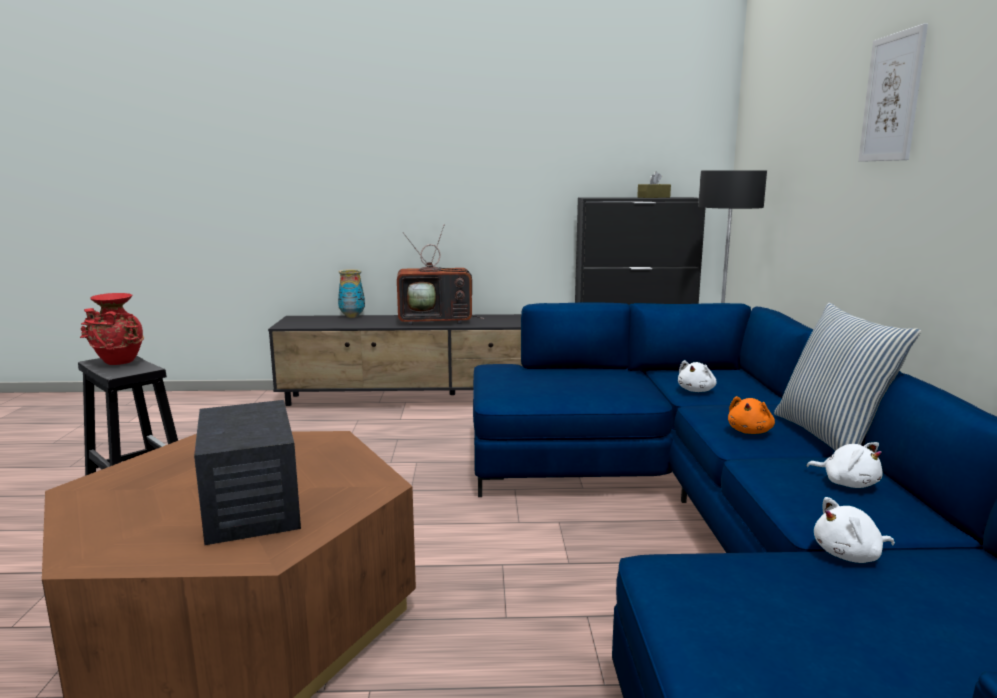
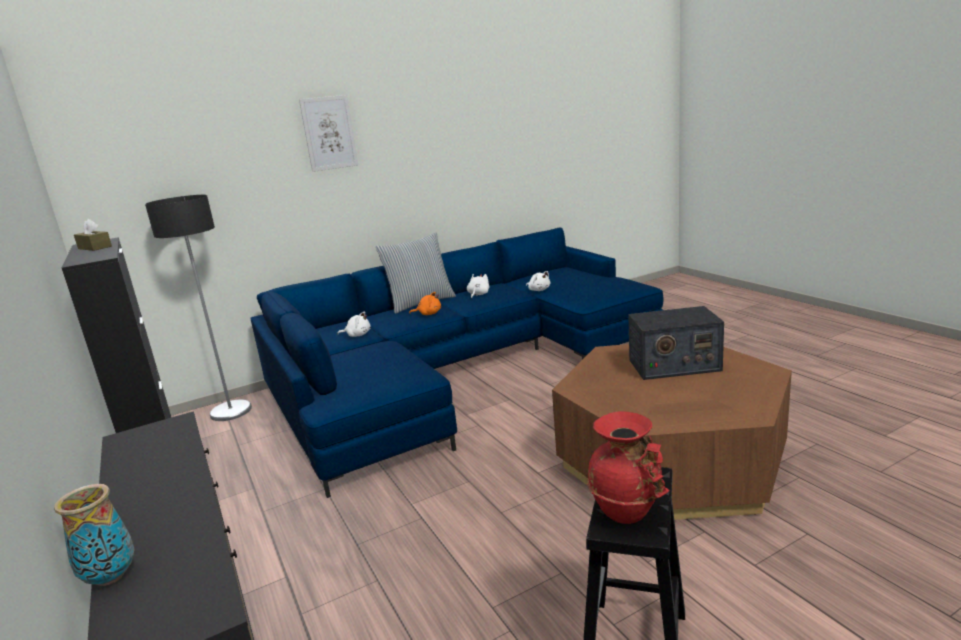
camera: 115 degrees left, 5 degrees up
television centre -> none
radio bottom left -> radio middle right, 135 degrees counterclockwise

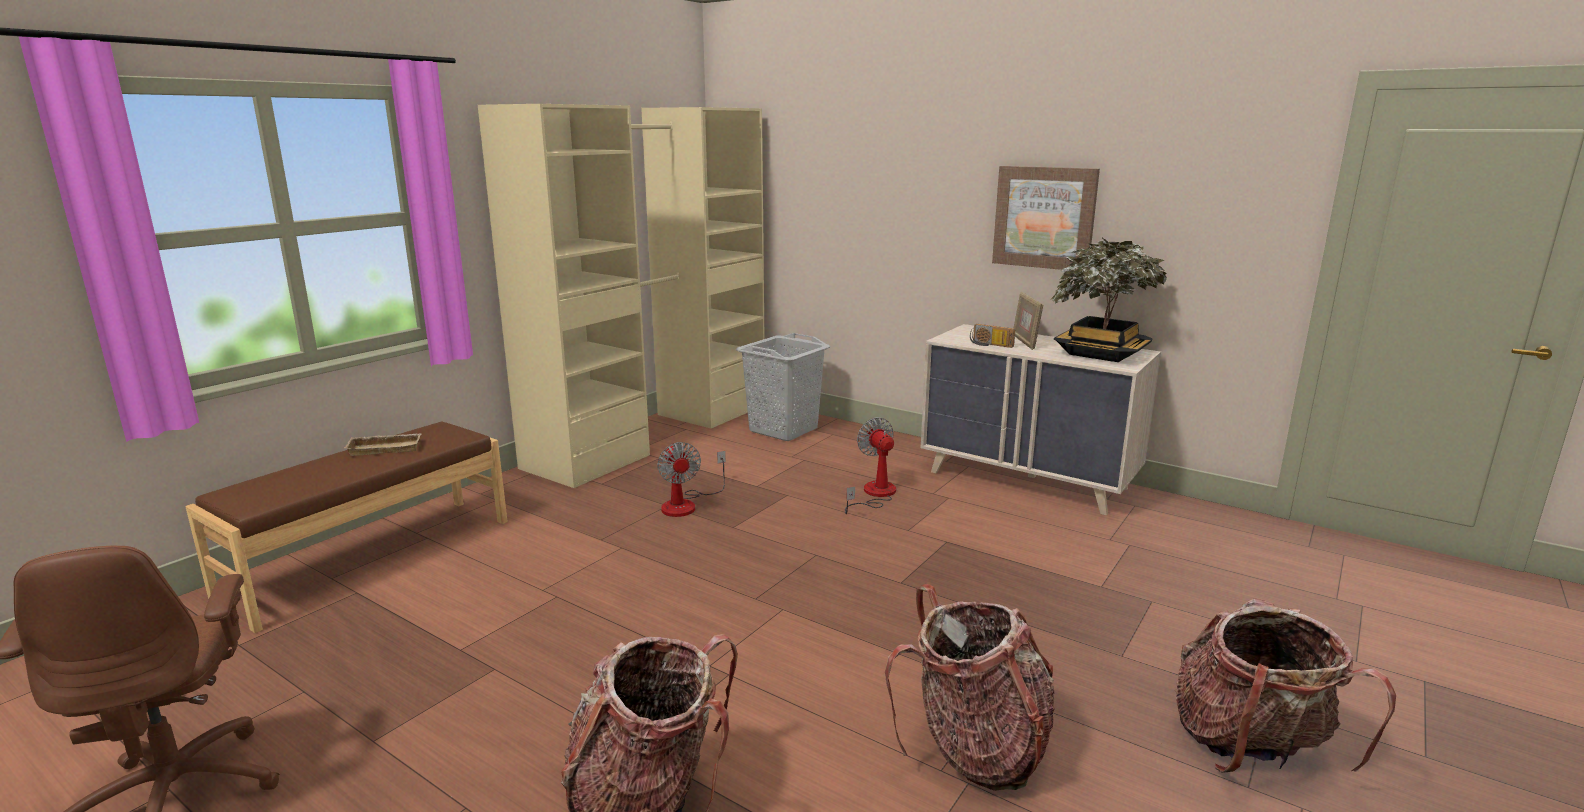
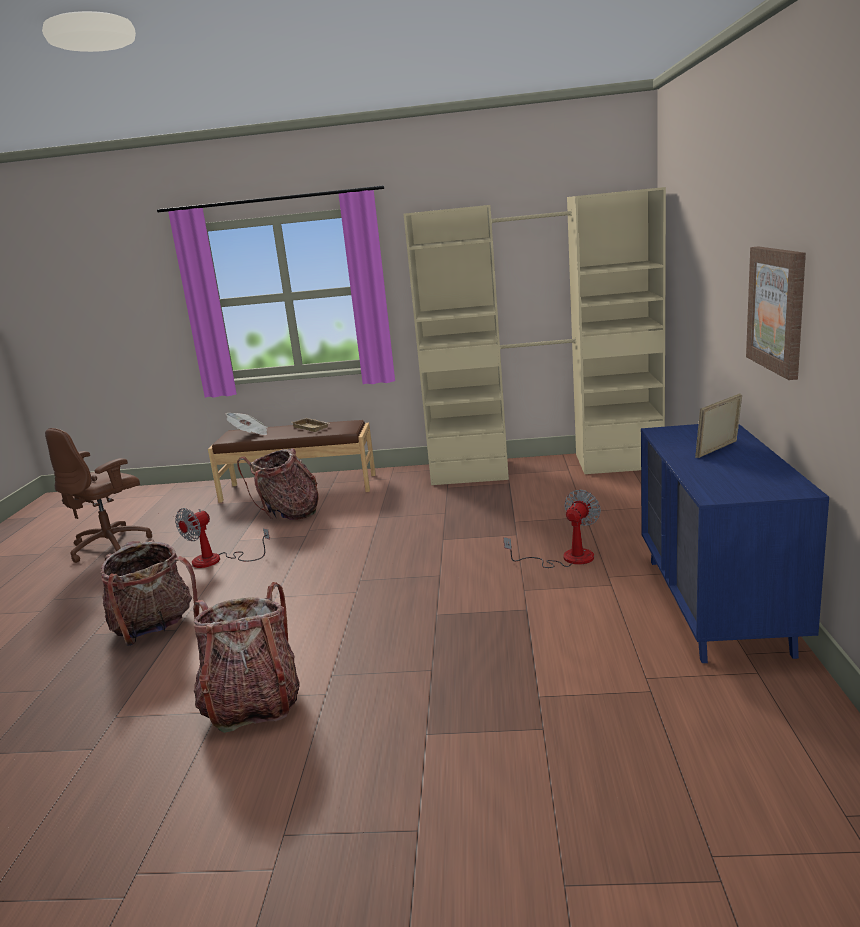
camera: 60 degrees right, 0 degrees up
potted plant middle right -> none
beige dresser centre -> blue dresser middle right
radio centre -> none
grey laundry basket centre -> none
fan (1st from left) centre -> fan (1st from left) middle left, move
backpack (3rd from left) bottom right -> backpack (3rd from left) middle left, move
none -> newspaper middle left

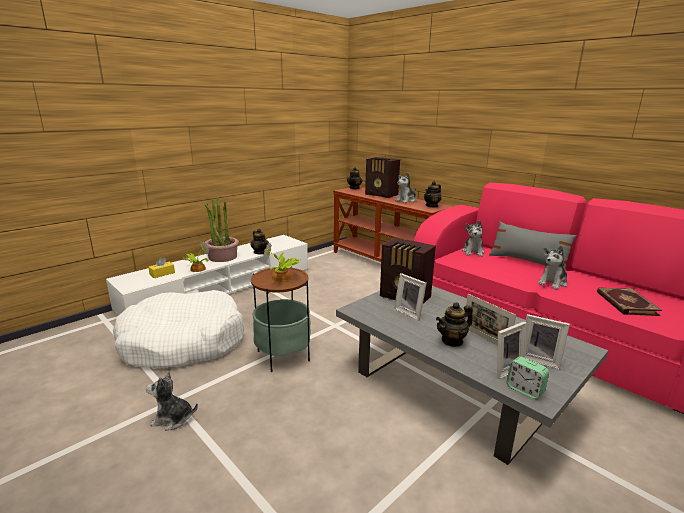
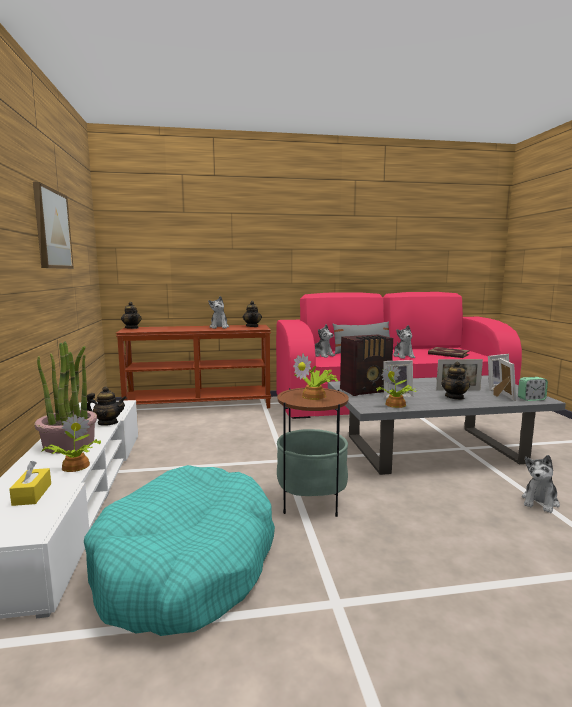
camera: 55 degrees left, 10 degrees down
radio (1st from left) centre -> none
white dog bed middle left -> turquoise dog bed bottom left
plush toy (1st from left in the first image) bottom left -> plush toy (4th from left) bottom right, move
none -> picture top left
none -> potted plant (4th from left) middle right

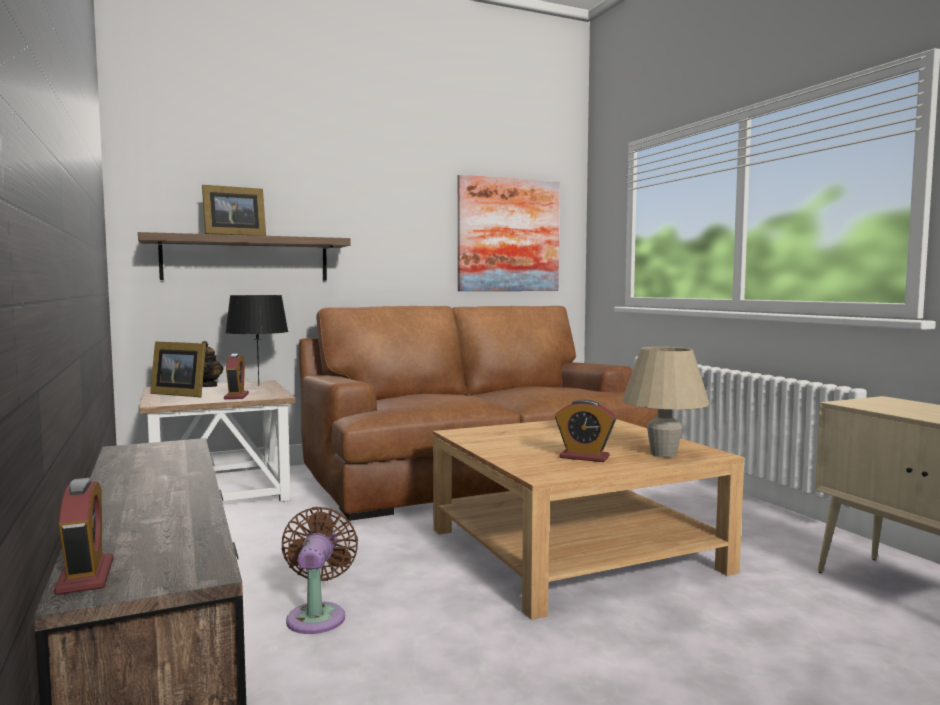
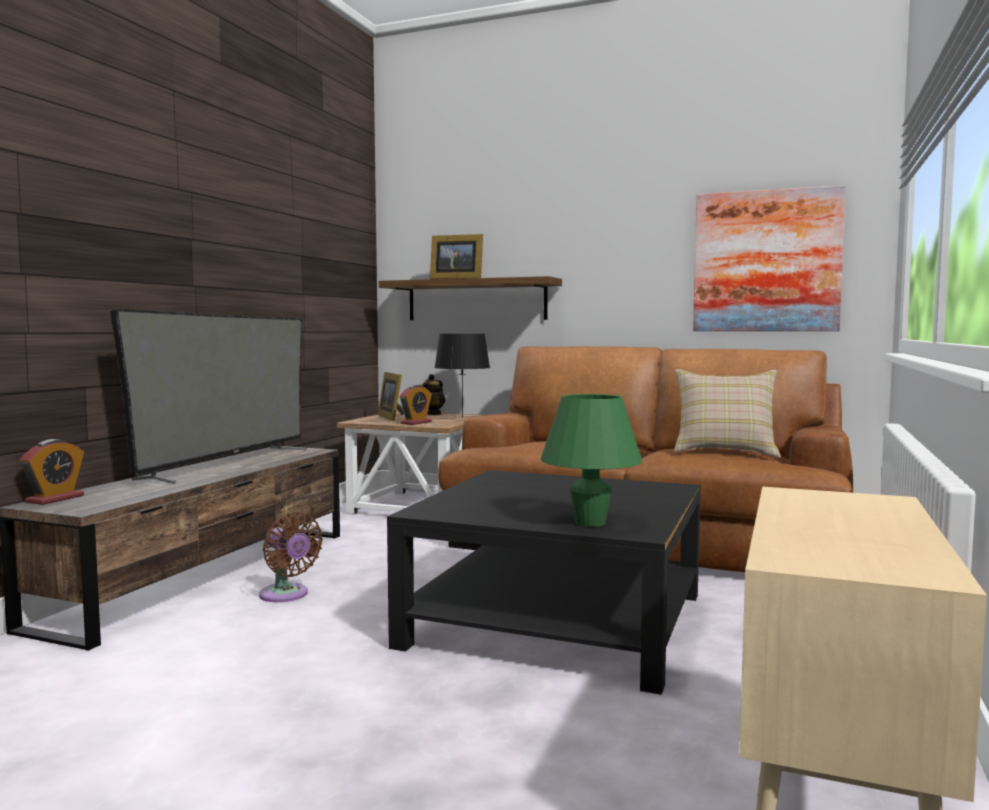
camera: 45 degrees right, 0 degrees up
beige table lamp middle right -> green table lamp centre
alarm clock (3rd from left) centre -> none
beige coffee table bottom centre -> black coffee table bottom centre
brown fan bottom centre -> brown fan bottom left, 90 degrees clockwise
none -> television middle left
none -> beige pillow middle right

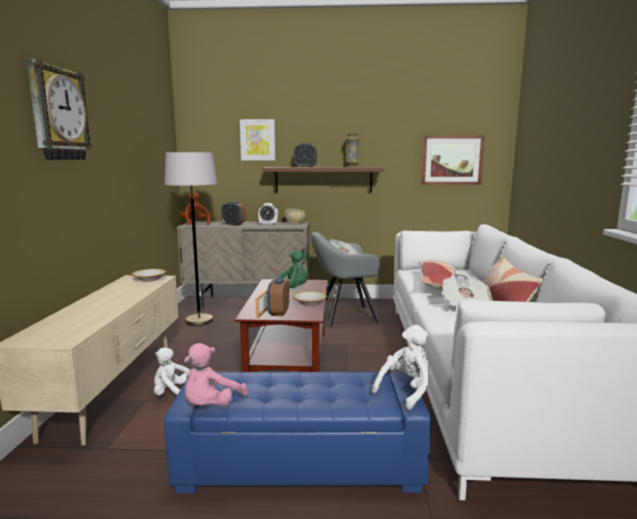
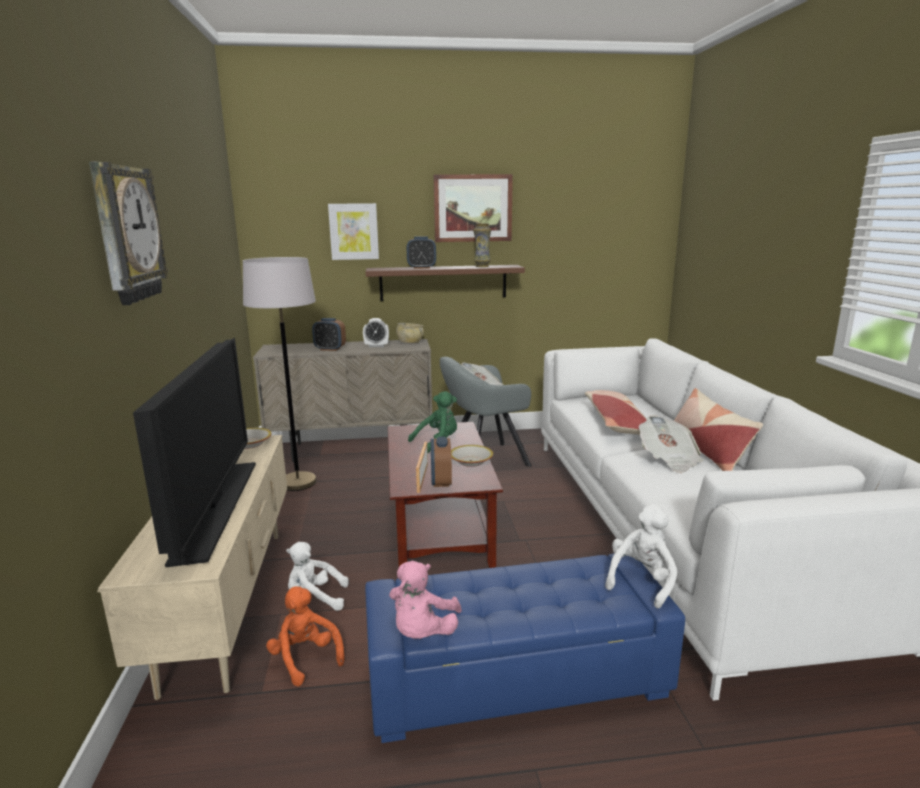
camera: 10 degrees left, 5 degrees up
picture (2nd from left) top right -> picture (2nd from left) top centre, move
orange plush toy middle left -> orange plush toy bottom left, move
none -> television middle left

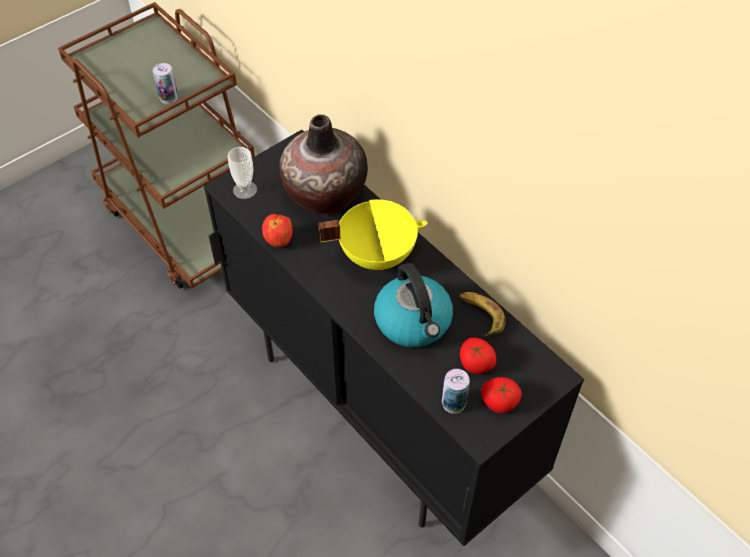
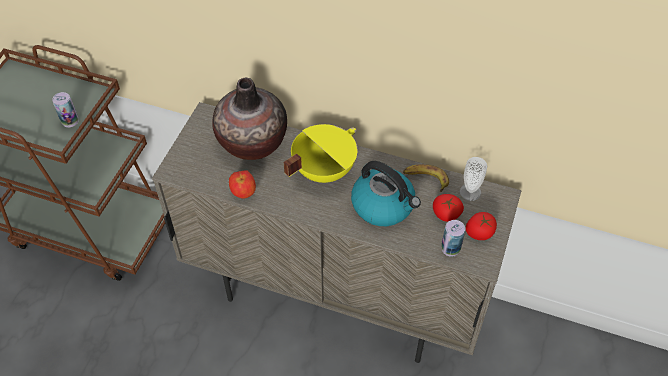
camera: 30 degrees left, 0 degrees up
black cabinet centre -> beige cabinet centre
cup top left -> cup middle right, move

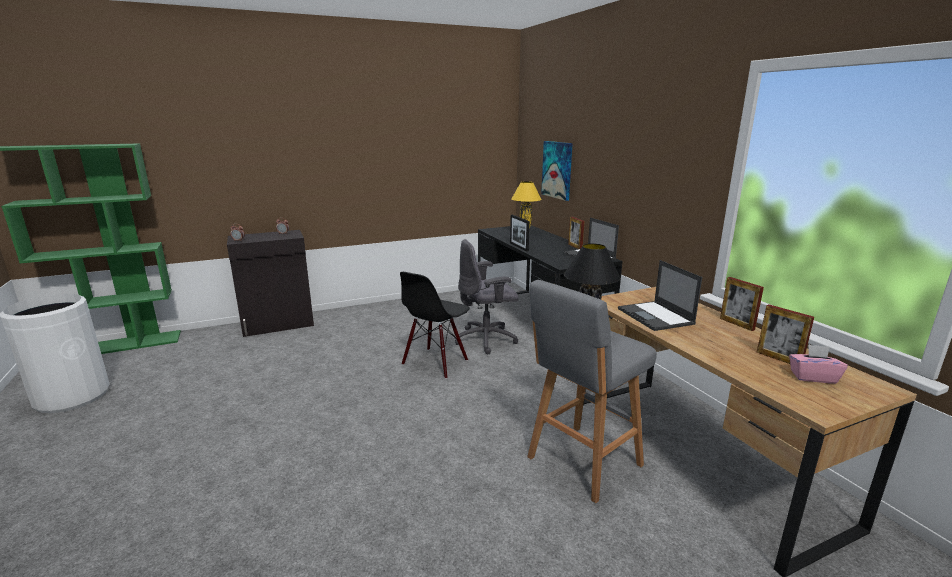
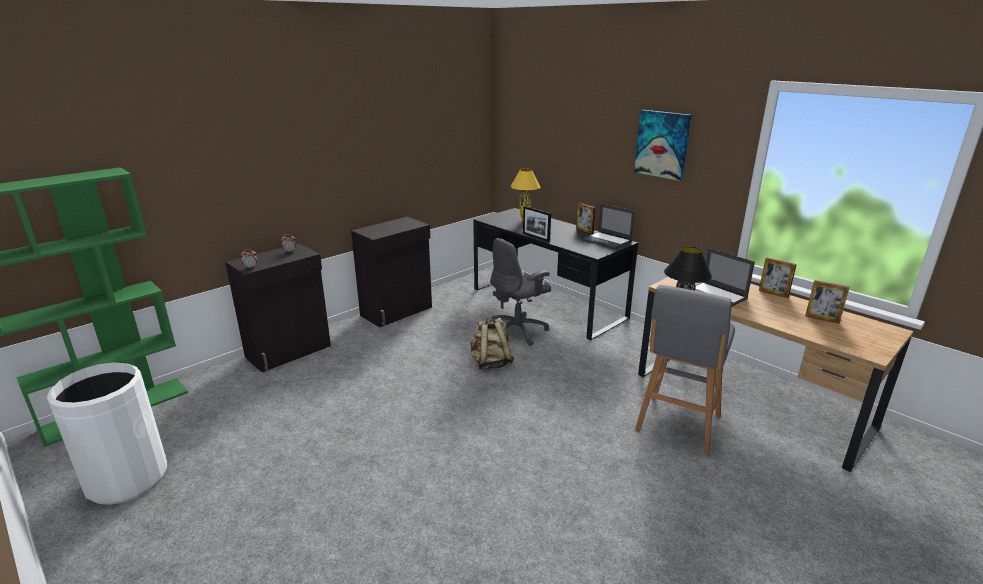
camera: 20 degrees left, 5 degrees up
picture top centre -> picture top right, move
black chair centre -> beige backpack centre
pink tissue box middle right -> none
none -> black cabinet (2nd from left) centre

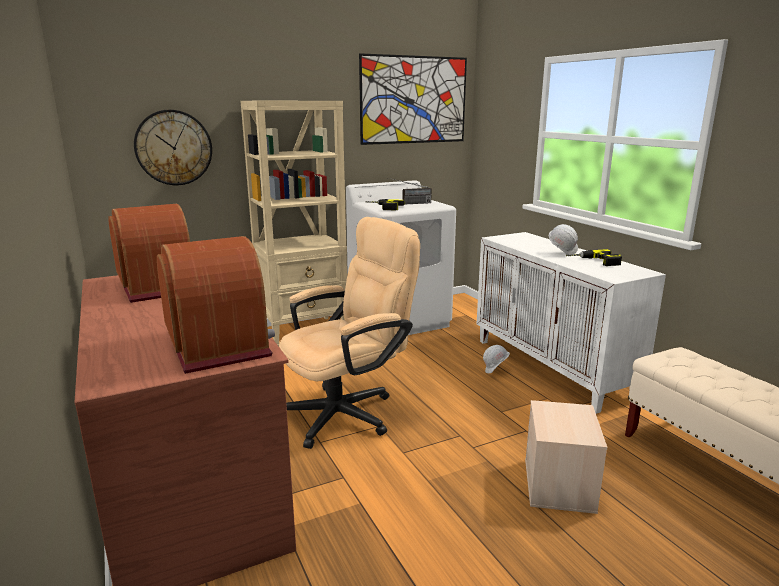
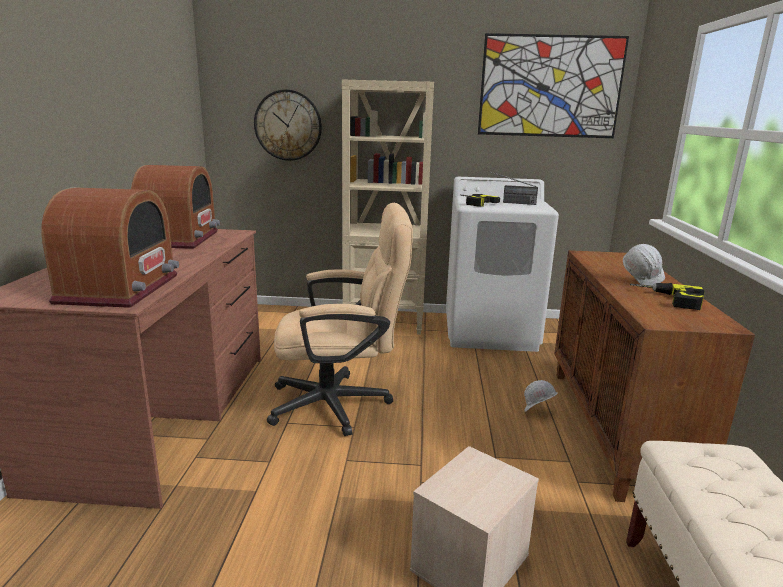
camera: 30 degrees right, 0 degrees up
white cabinet middle right -> brown cabinet middle right

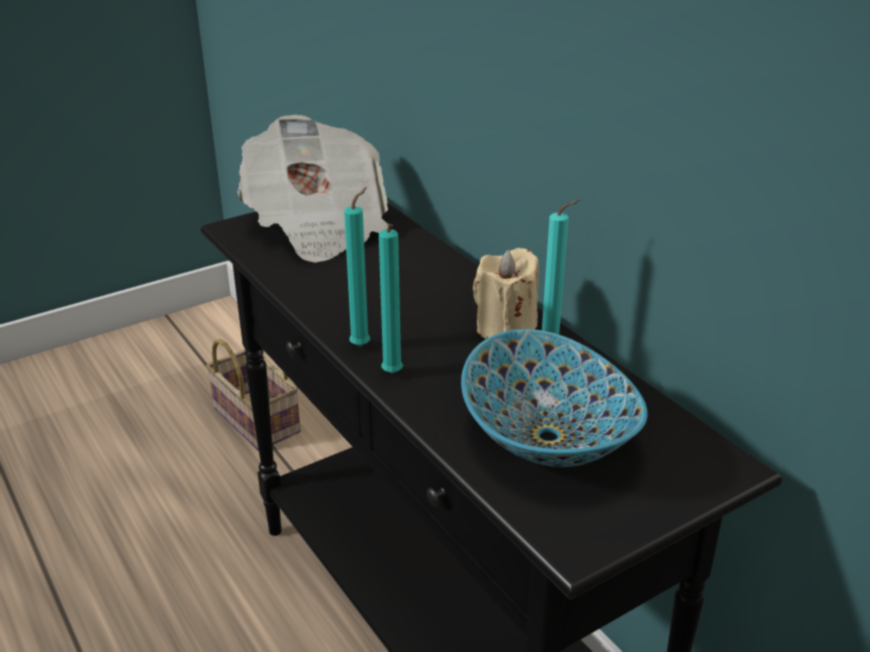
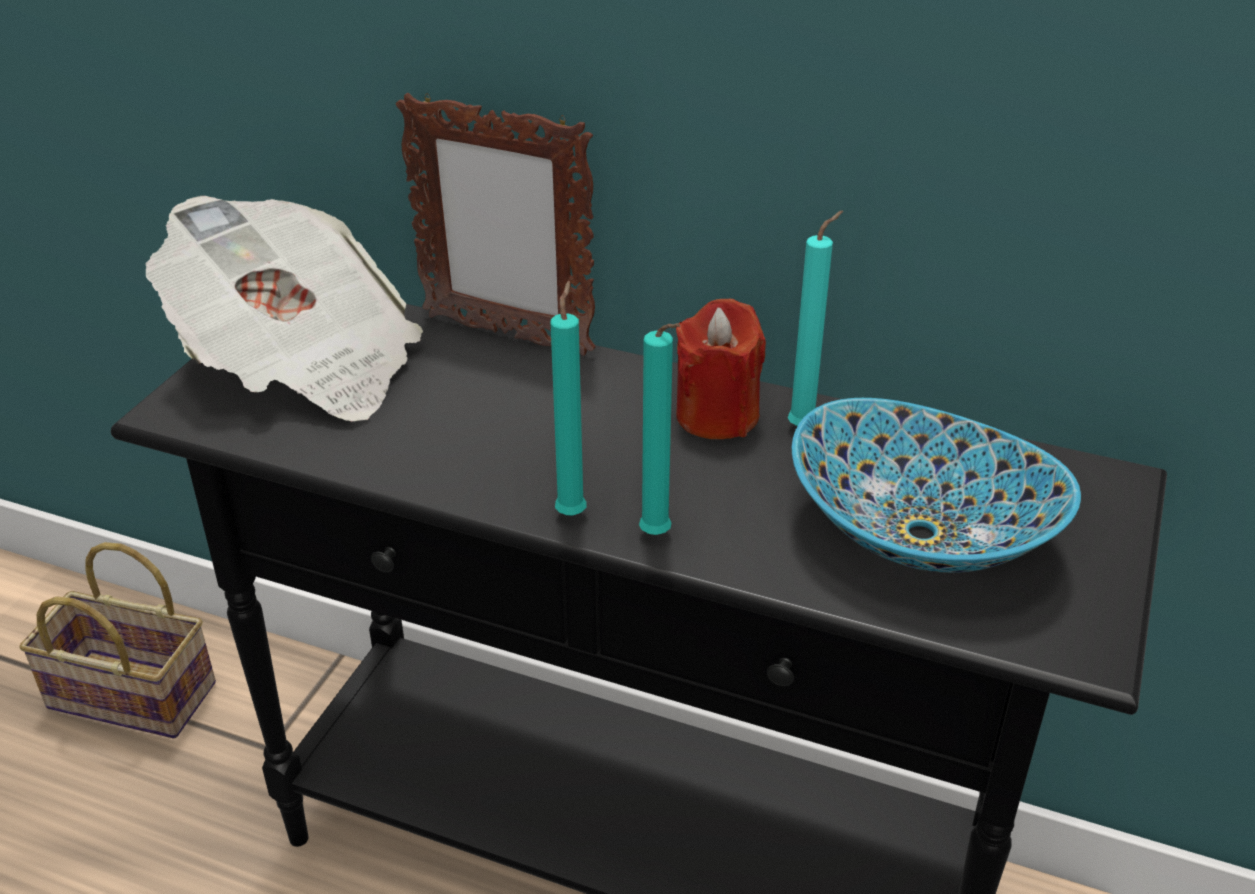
camera: 35 degrees left, 5 degrees up
beige candle centre -> red candle centre
none -> picture frame top centre

